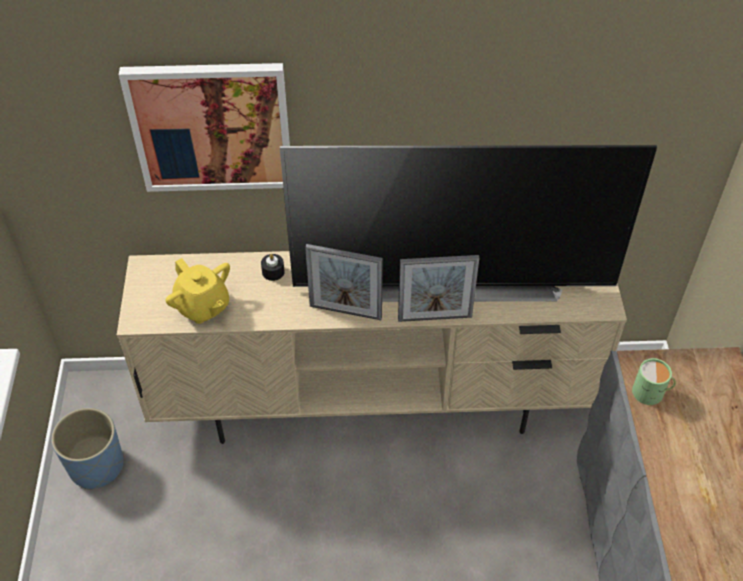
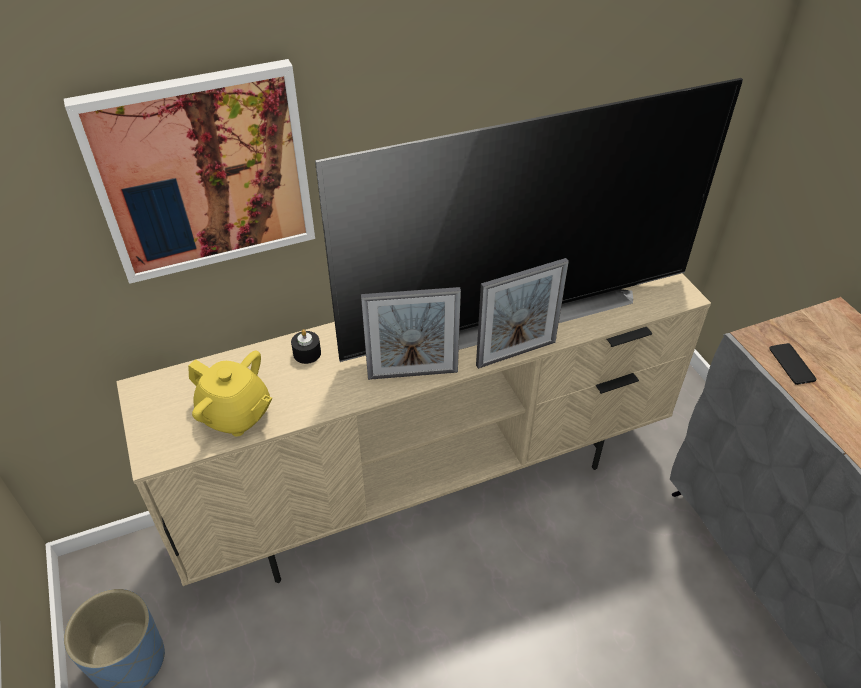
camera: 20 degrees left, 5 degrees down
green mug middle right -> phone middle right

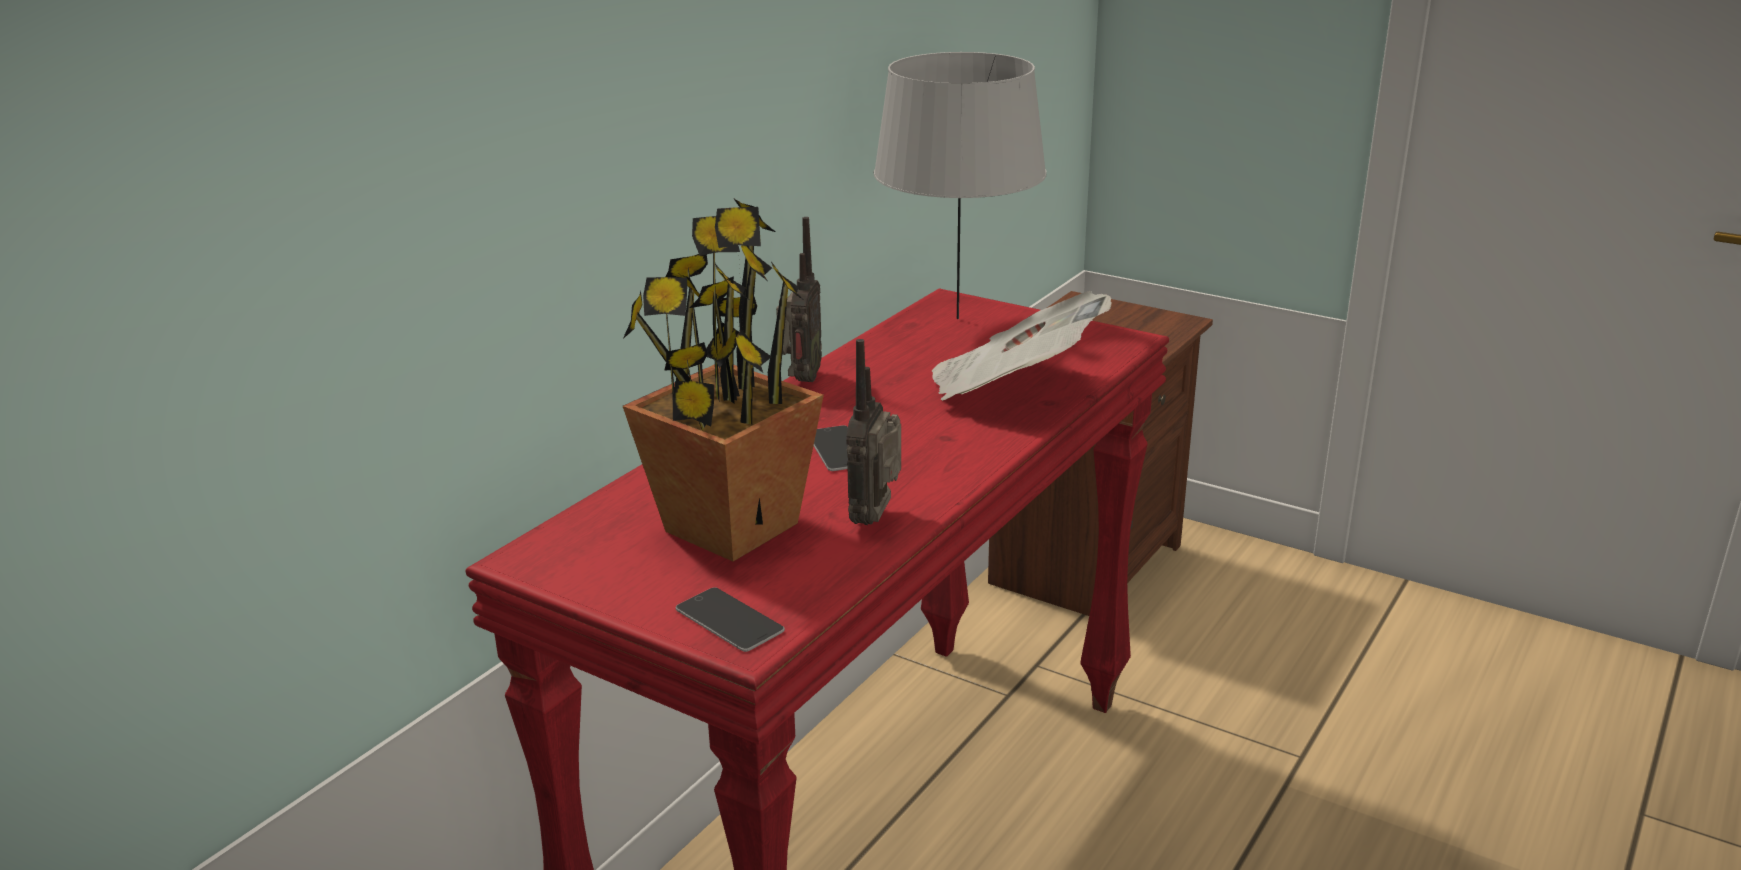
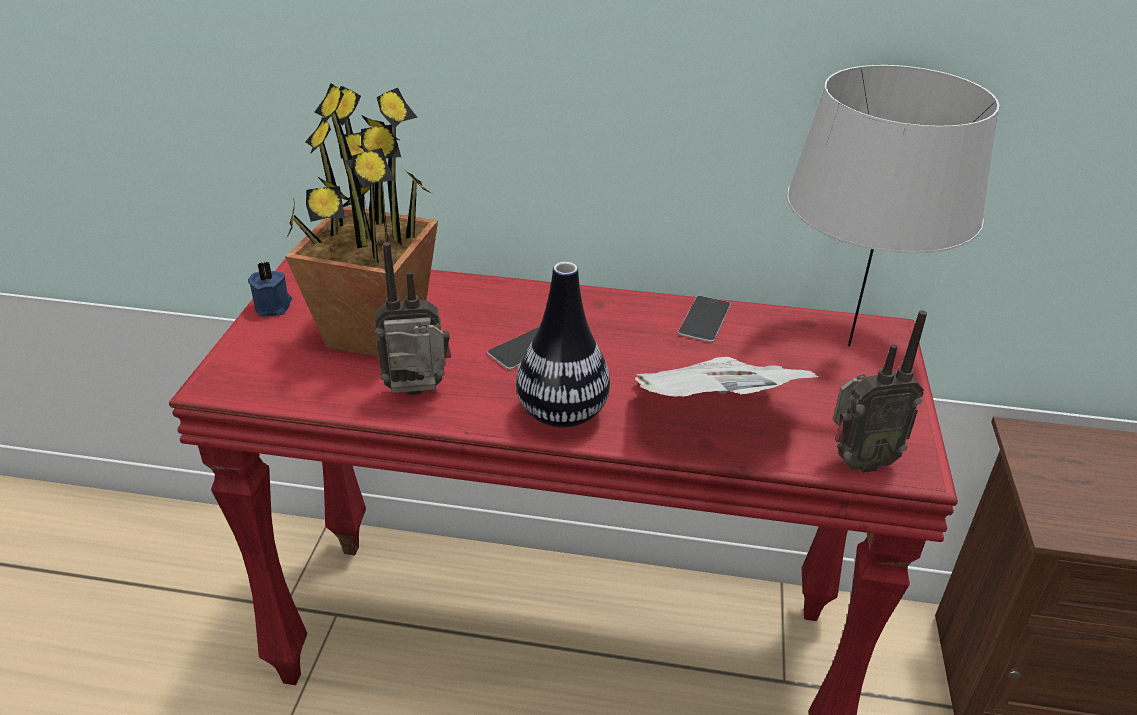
camera: 65 degrees right, 10 degrees up
radio (1st from left in the first image) centre -> radio (2nd from left) middle right, move
phone (1st from left in the first image) bottom centre -> phone (2nd from left) centre, move
none -> blue candle middle left
none -> vase centre

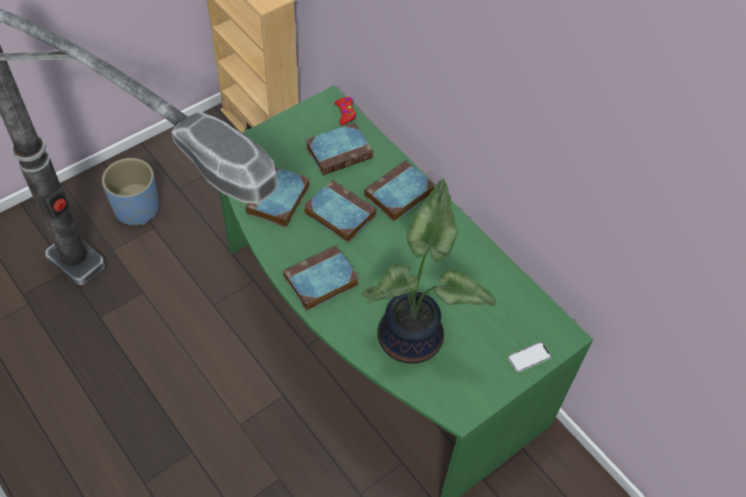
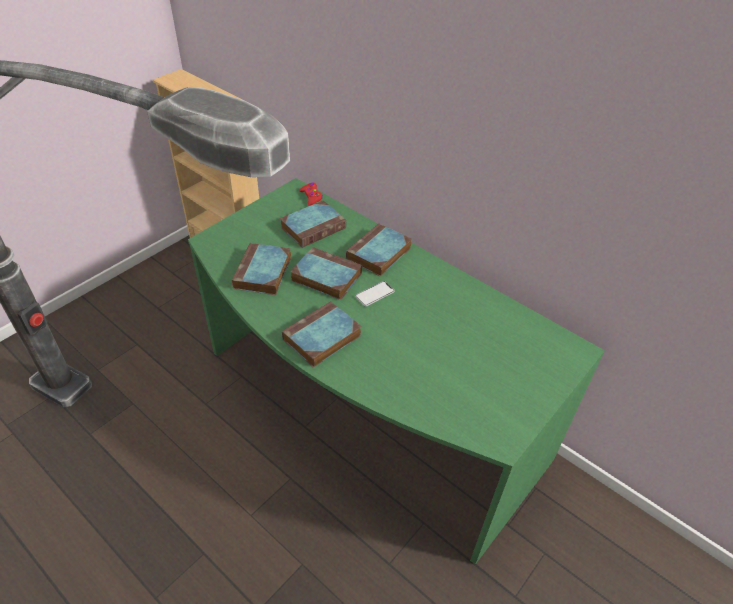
camera: 10 degrees left, 10 degrees down
blue planter middle left -> none
potted plant centre -> none
phone bottom right -> phone centre, move

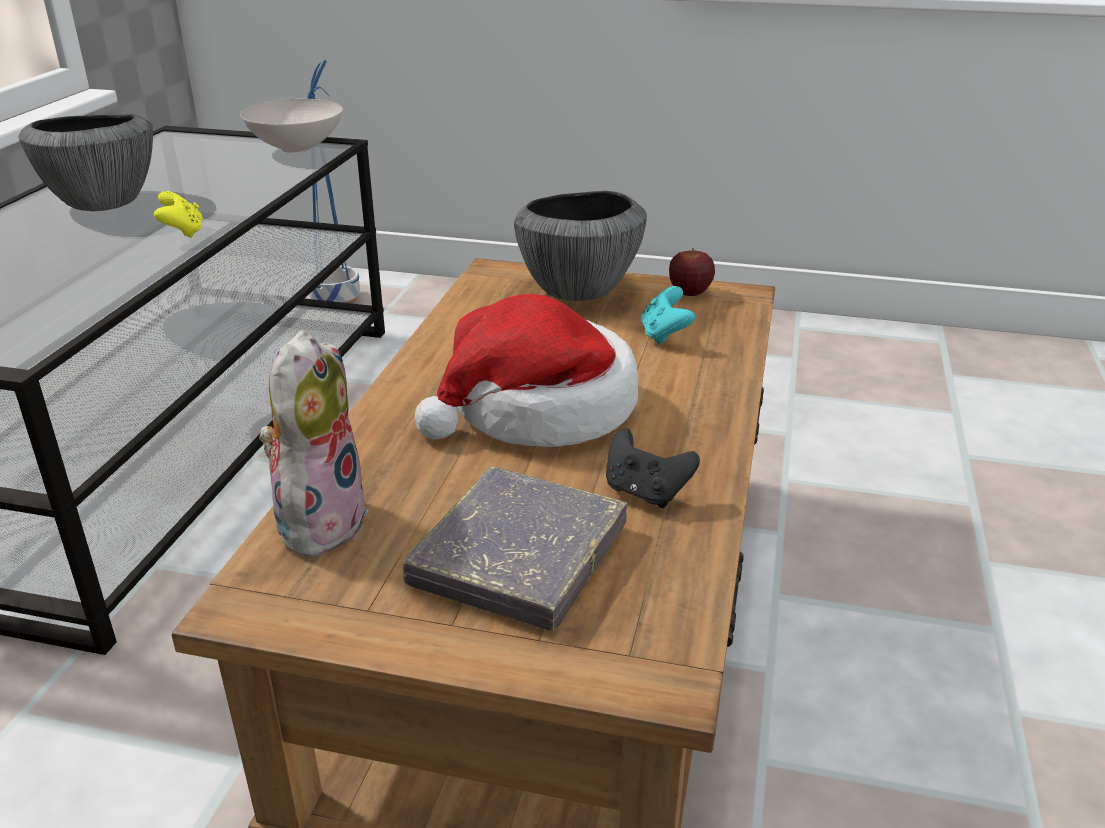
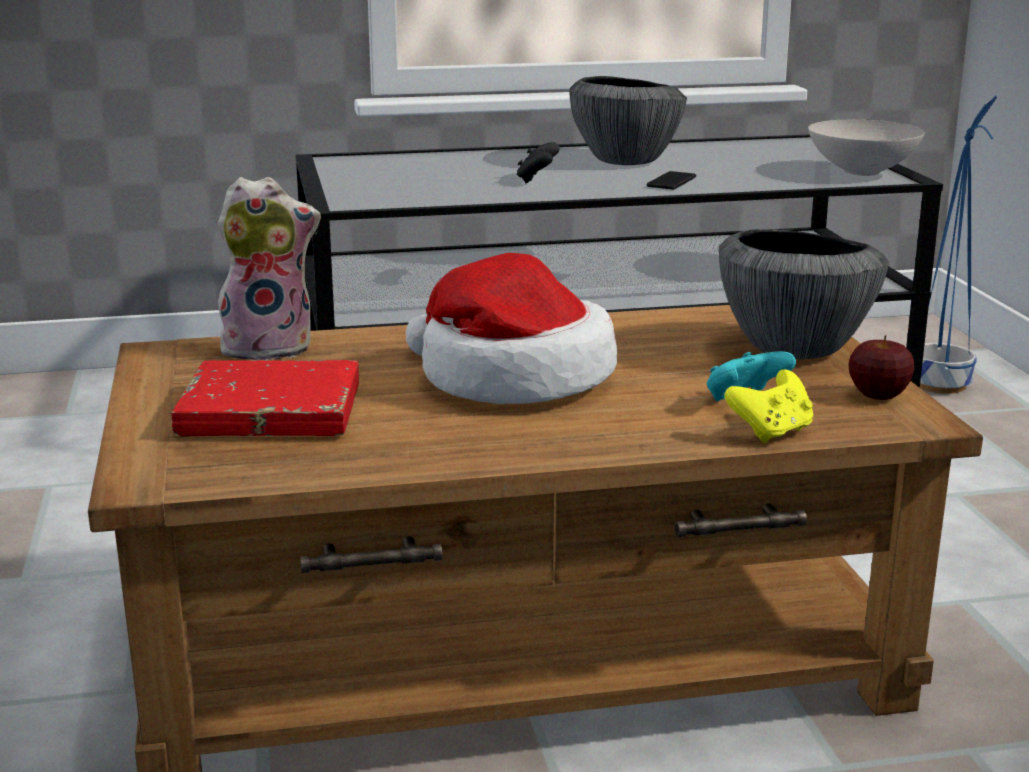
camera: 65 degrees right, 10 degrees down
yellow game controller top left -> yellow game controller middle right, move
black game controller centre -> black game controller top centre, move
grey book centre -> red book middle left
none -> phone top centre

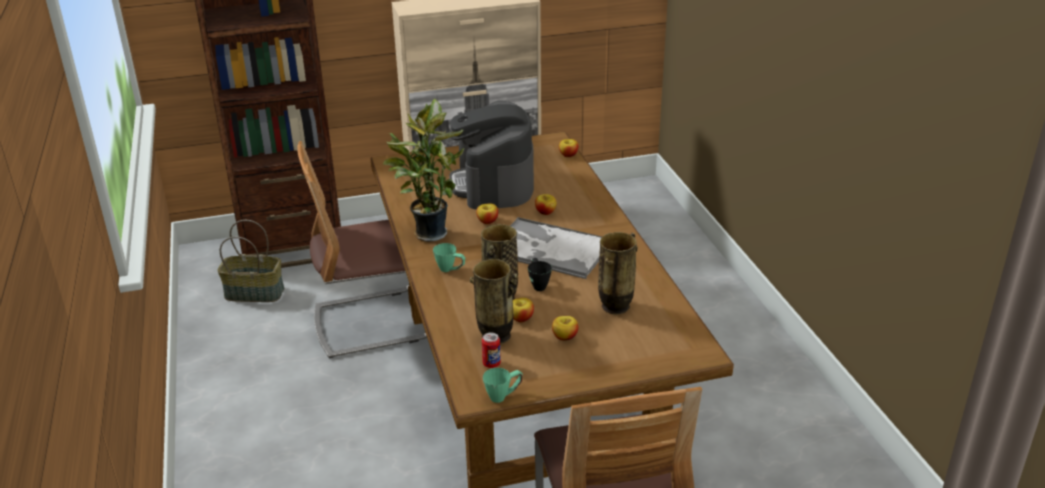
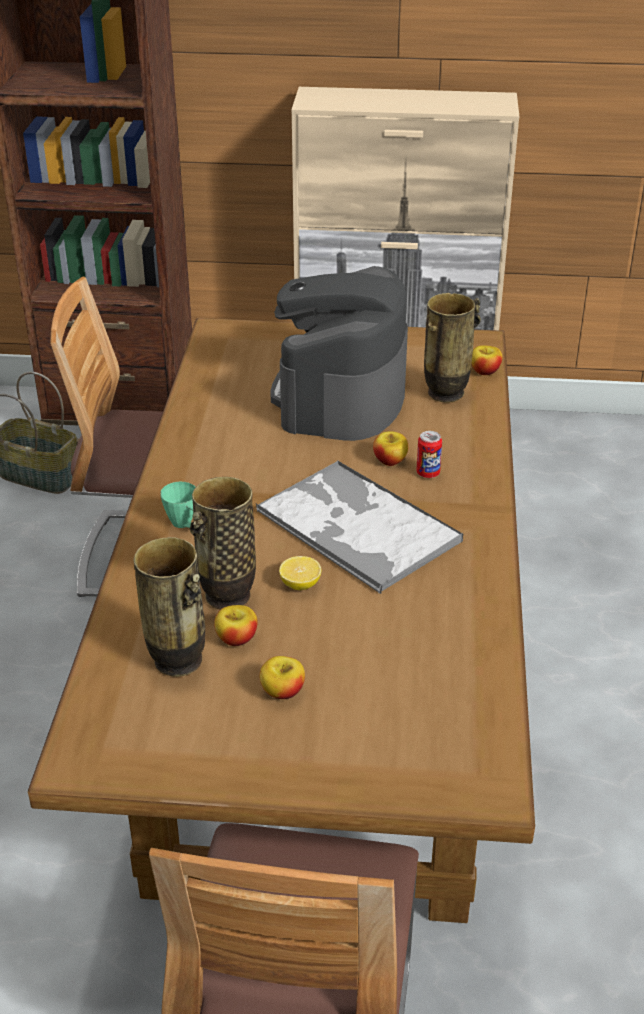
camera: 20 degrees right, 5 degrees up
potted plant centre -> none
apple (1st from left) centre -> none
vase (3rd from left) centre -> vase (3rd from left) middle right, move
black mug centre -> lemon centre
can bottom centre -> can centre, move
green mug (2nd from left) bottom centre -> none

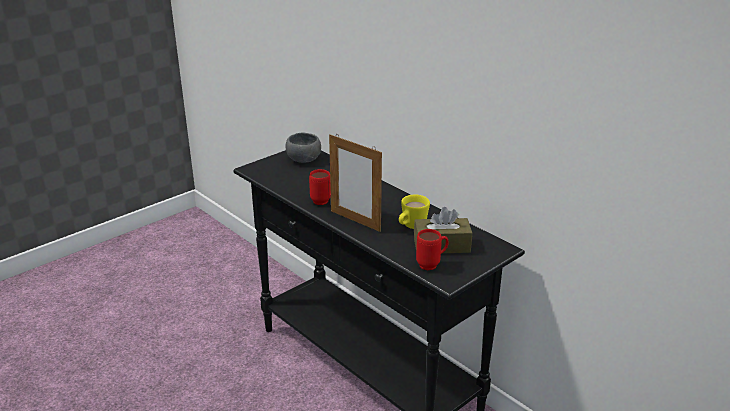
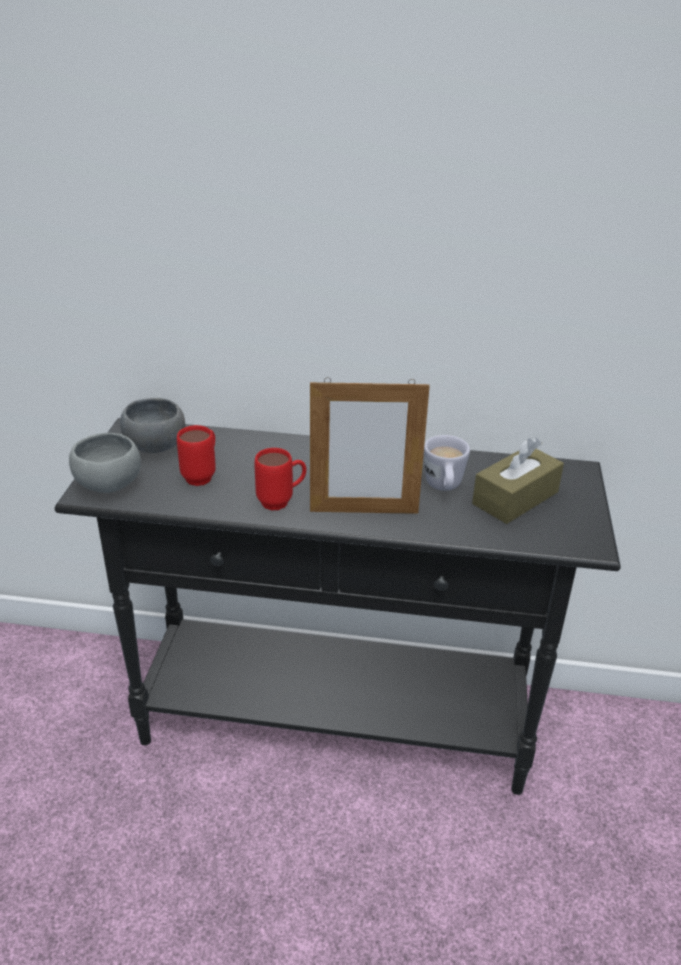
camera: 40 degrees left, 5 degrees up
yellow mug centre -> white mug centre
red mug (2nd from left in the first image) centre -> red mug (1st from left) middle left, move
none -> grey bowl (1st from left) middle left

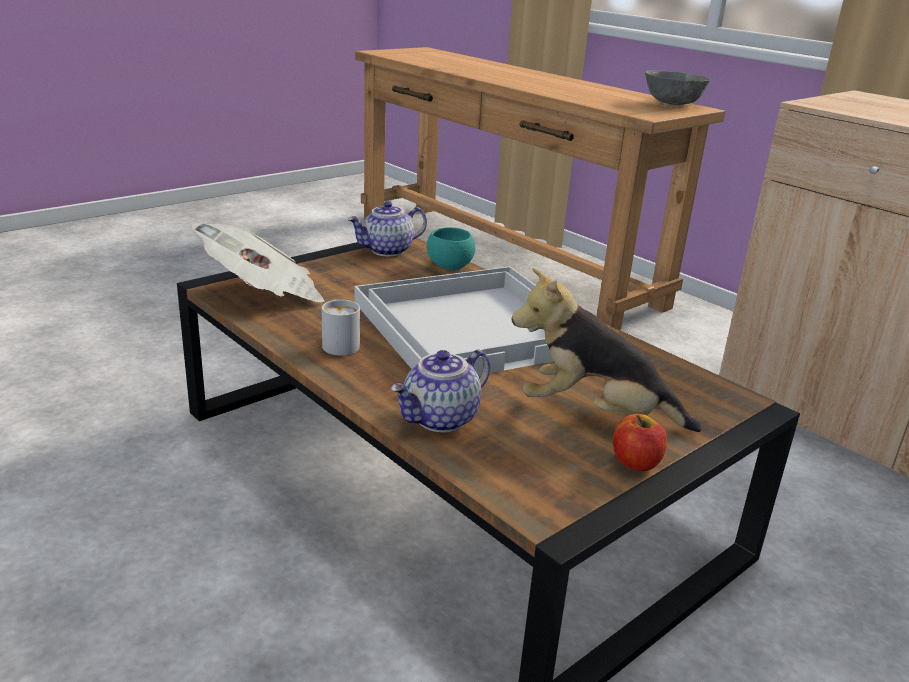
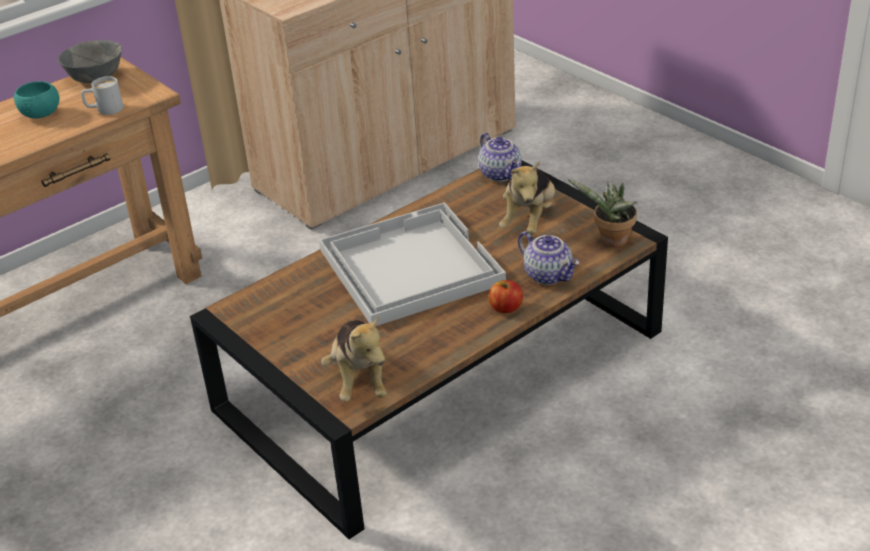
camera: 85 degrees left, 10 degrees up
teapot (1st from left) centre -> teapot (1st from left) top centre, move
newspaper middle left -> plush toy (1st from left) centre
turquoise bowl centre -> turquoise bowl top left, move
white mug centre -> white mug top left, move
apple middle right -> apple centre, move
none -> potted plant middle right

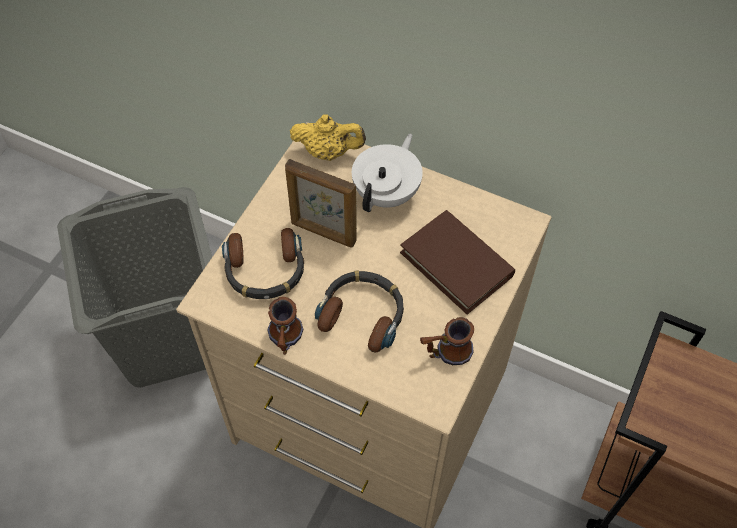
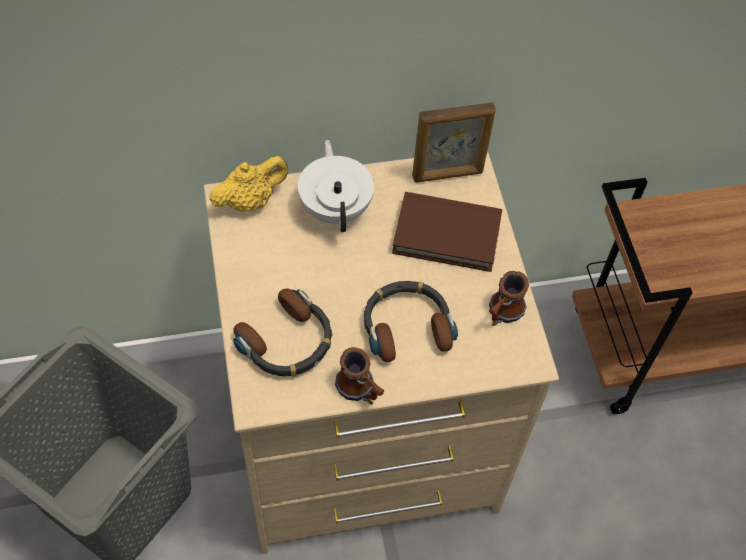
camera: 40 degrees left, 0 degrees up
picture frame centre -> picture frame top centre, move

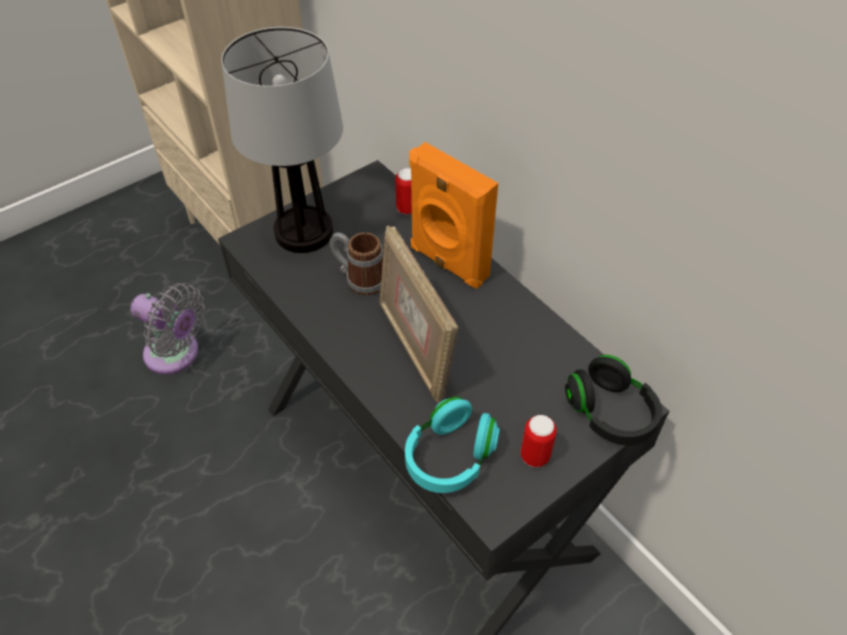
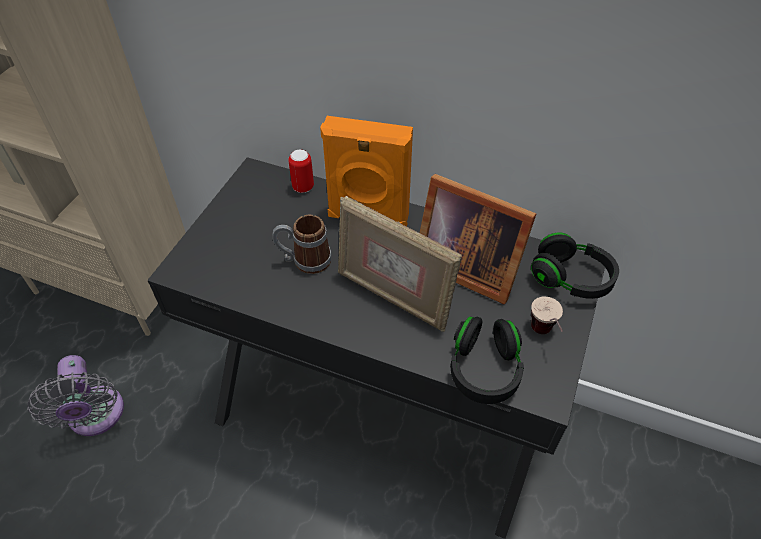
camera: 30 degrees left, 0 degrees up
table lamp top left -> none
grey fan middle left -> grey fan bottom left, 75 degrees clockwise
turquoise headphones bottom centre -> black headphones (1st from left) bottom centre
can (2nd from left) bottom centre -> cup middle right
none -> picture frame (2nd from left) centre

